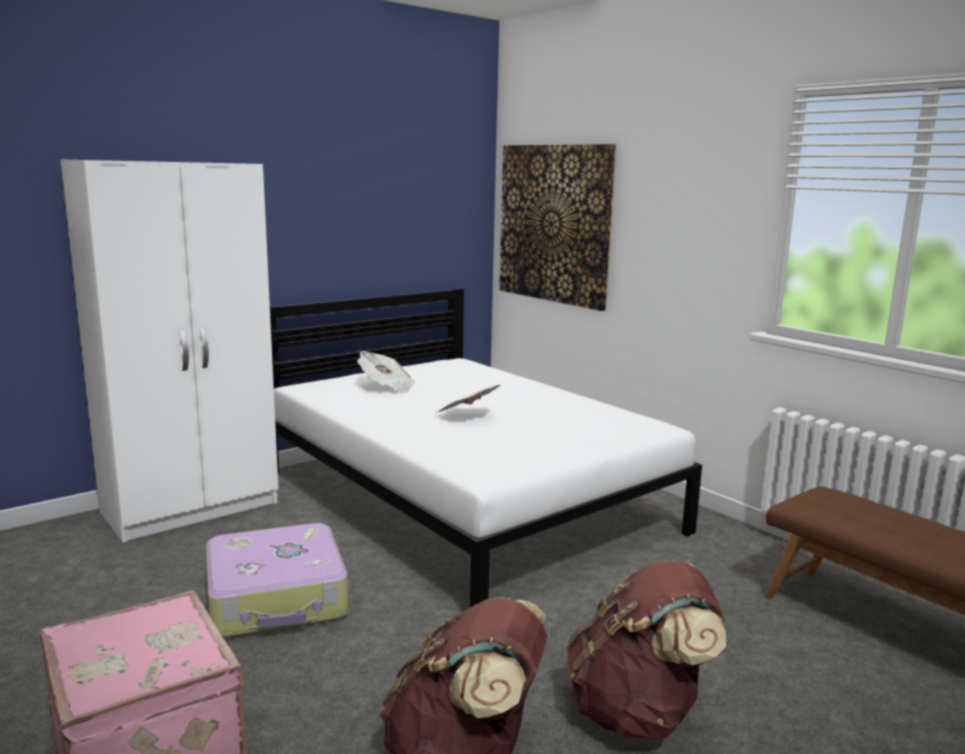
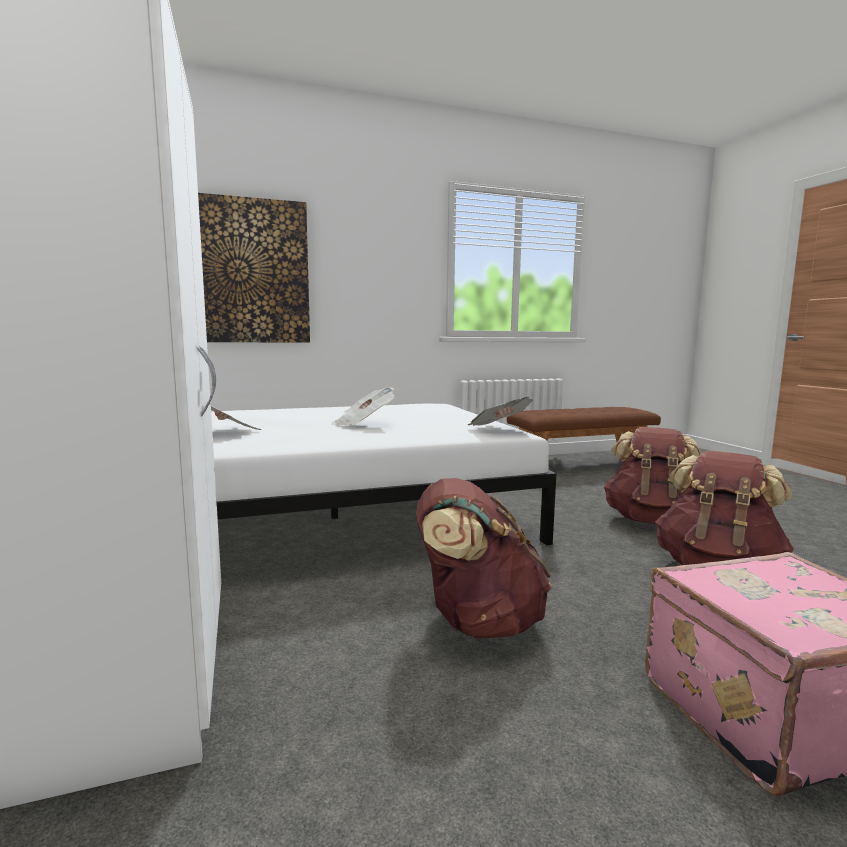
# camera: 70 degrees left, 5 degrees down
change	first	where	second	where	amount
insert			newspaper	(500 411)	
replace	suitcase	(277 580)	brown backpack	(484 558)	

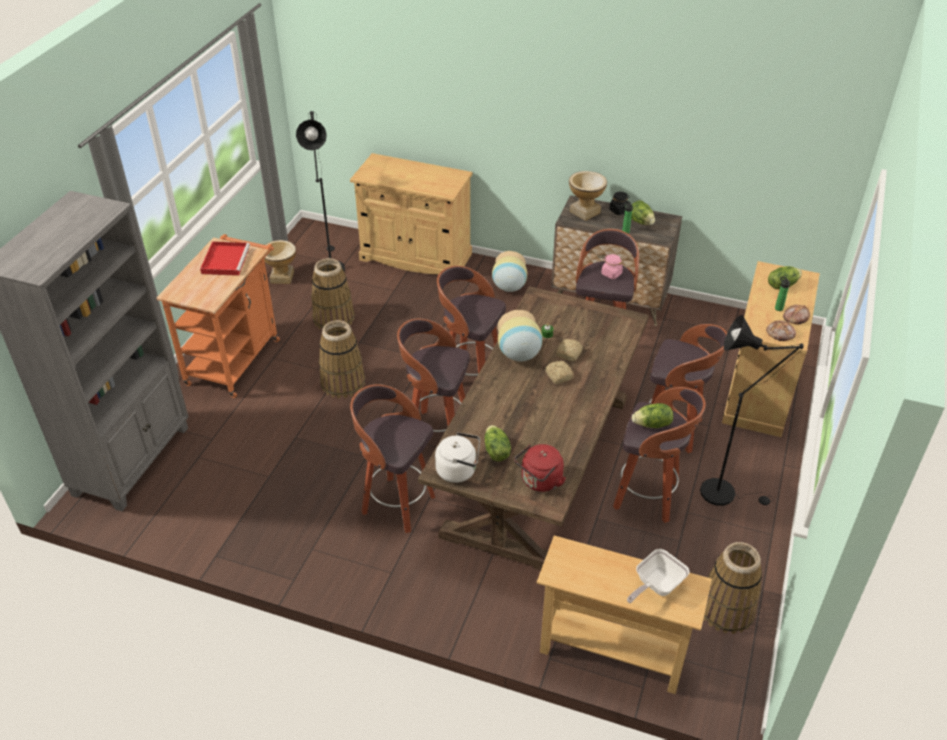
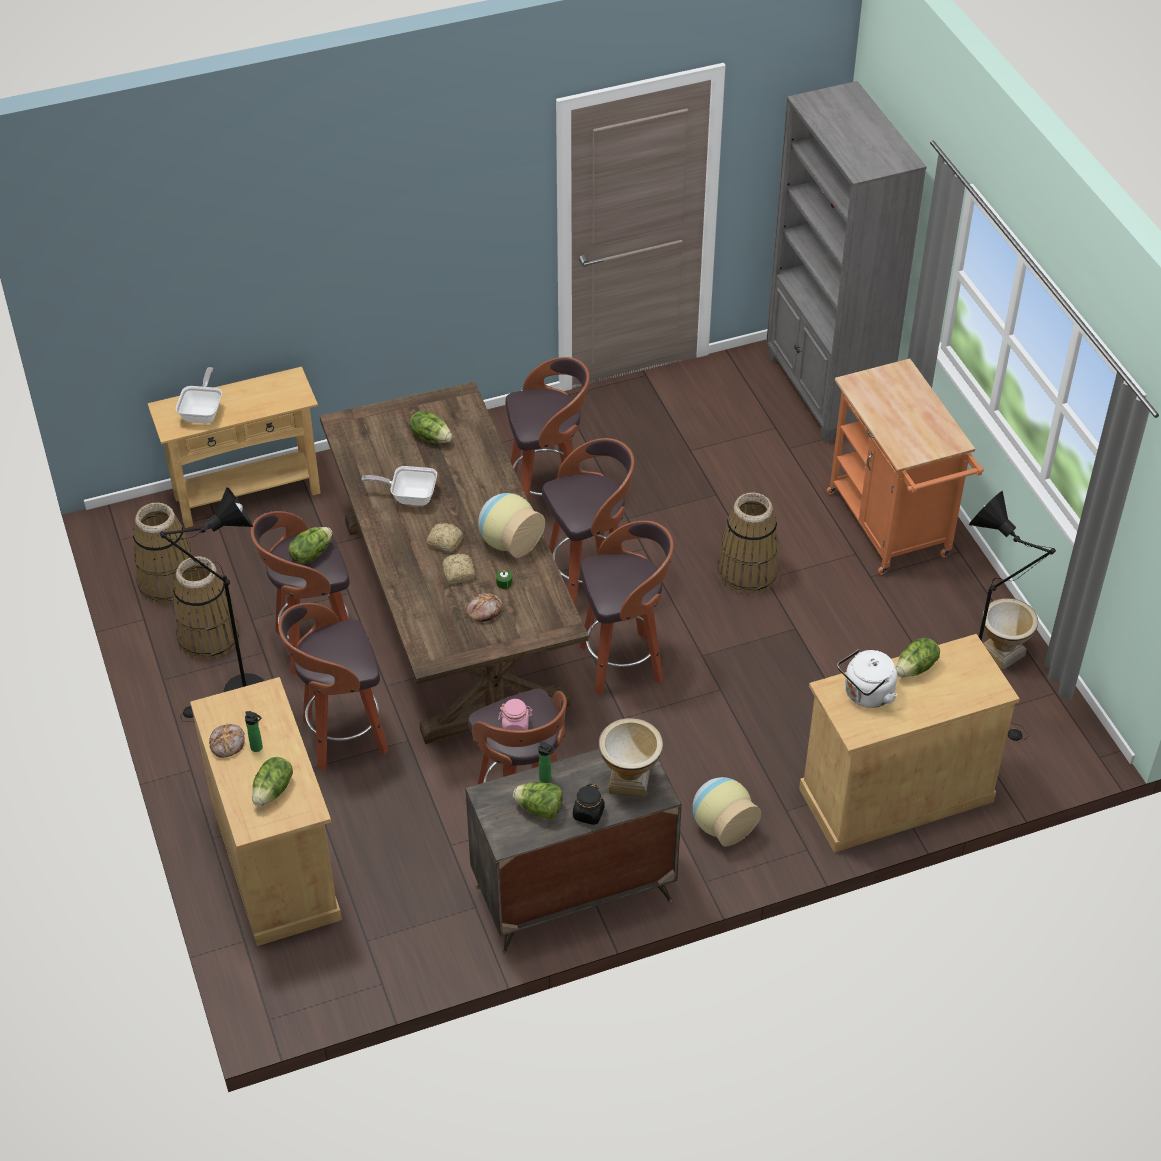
# camera: 140 degrees right, 5 degrees up
change	first	where	second	where	amount
delete	red tray	(225 259)			
delete	red kettle	(540 468)			
insert			frying pan	(399 486)	
insert			lettuce	(918 657)	
move	basket	(333 294)		(206 608)	
move	white kettle	(457 457)		(867 678)	
move	bread	(781 330)		(484 607)	

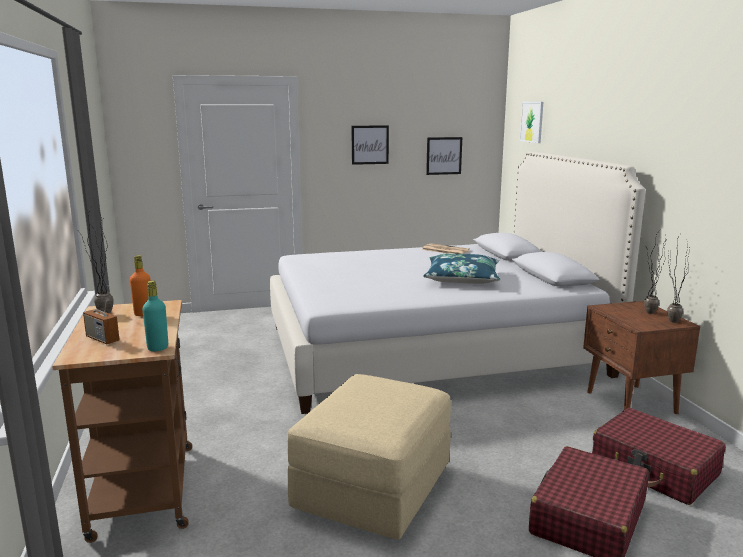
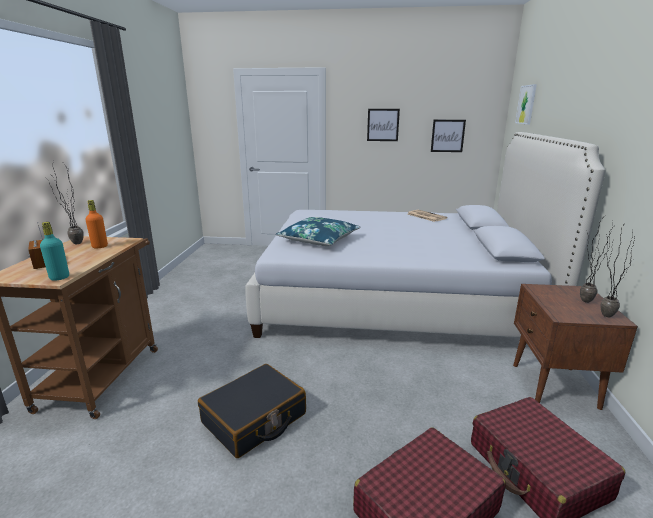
# camera: 20 degrees right, 5 degrees up
change	first	where	second	where	amount
move	blue pillow	(461 268)		(318 231)	
replace	beige ottoman	(369 457)	black suitcase	(252 411)	

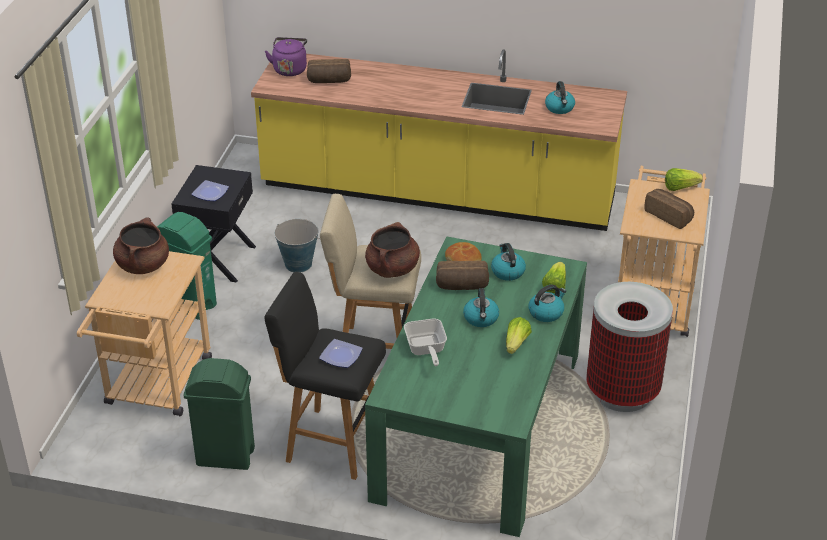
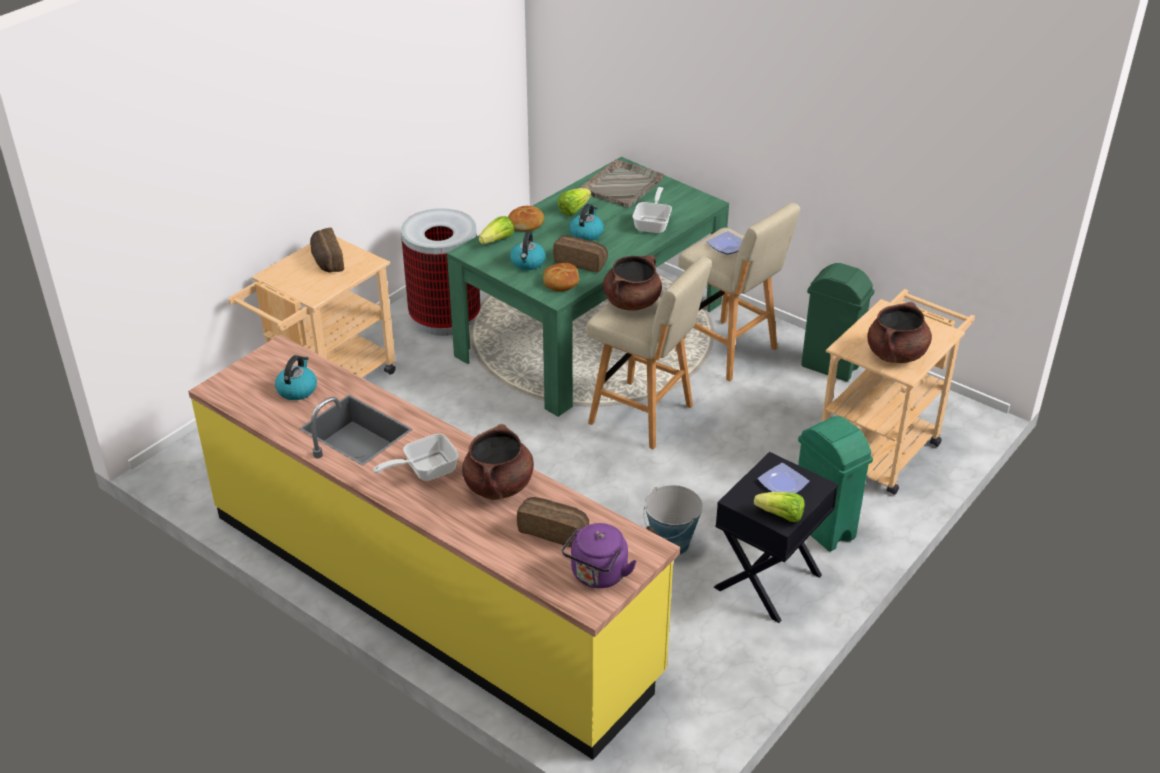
# camera: 155 degrees left, 0 degrees up
change	first	where	second	where	amount
insert			frying pan	(416 457)	
insert			brown cooking pot	(498 462)	
insert			grey tray	(622 183)	
move	lettuce	(684 179)		(779 507)	
replace	kettle	(547 303)	bread	(526 218)	
recolor	black stool	(325 376)	beige stool	(737 292)	

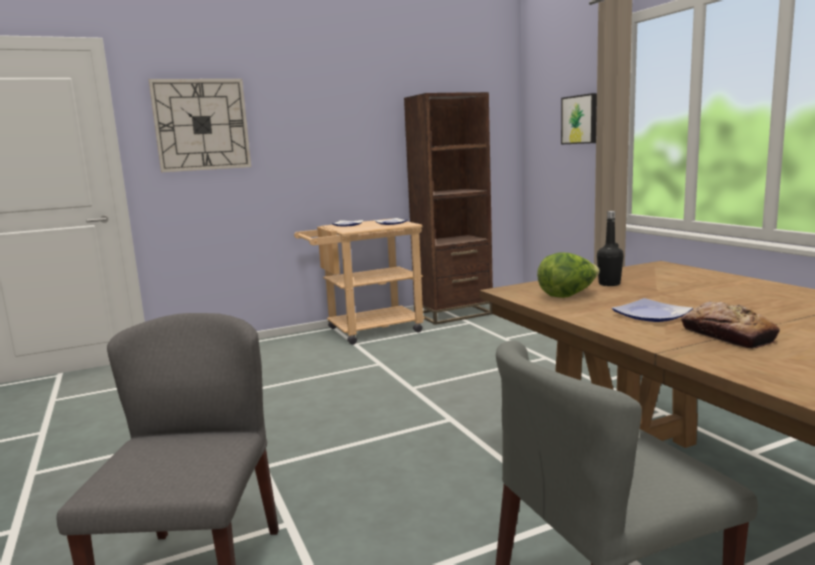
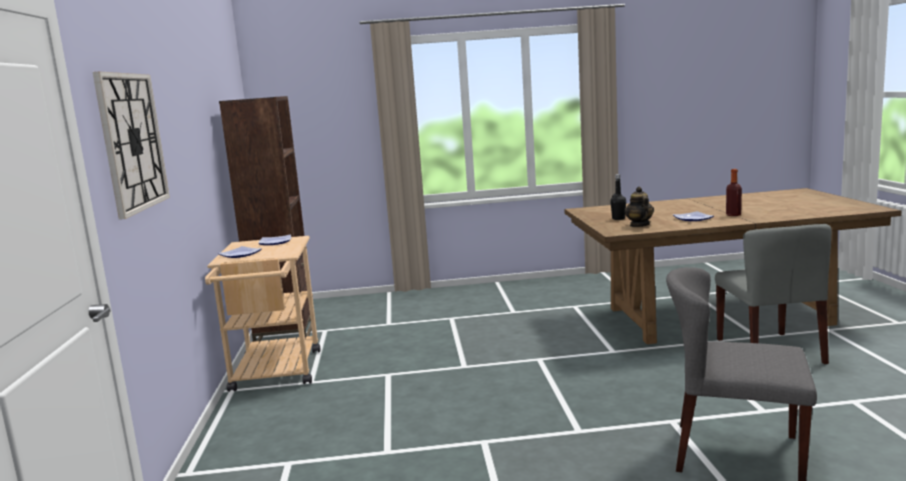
# camera: 70 degrees left, 0 degrees up
change	first	where	second	where	amount
delete	picture	(579 118)			
replace	lettuce	(568 275)	teapot	(639 207)	
replace	bread	(730 325)	bottle	(734 192)	

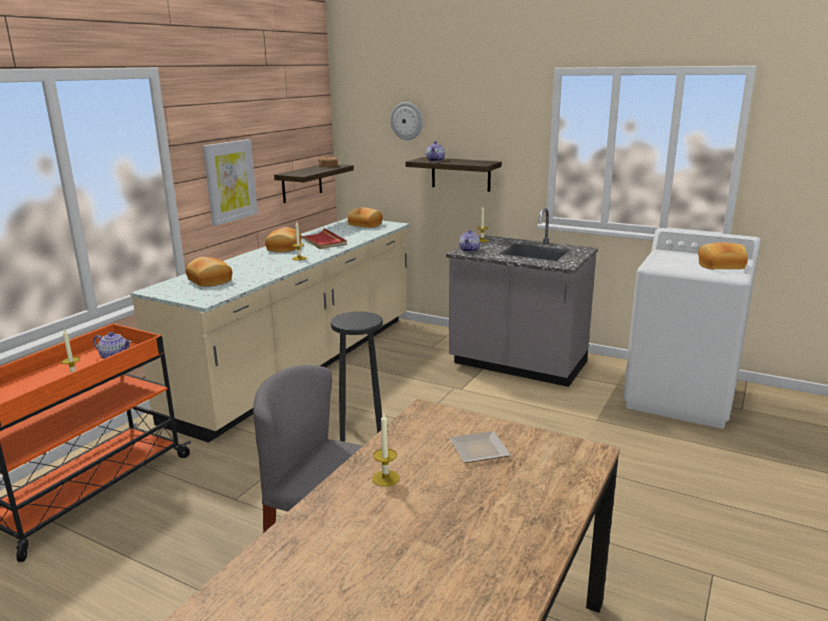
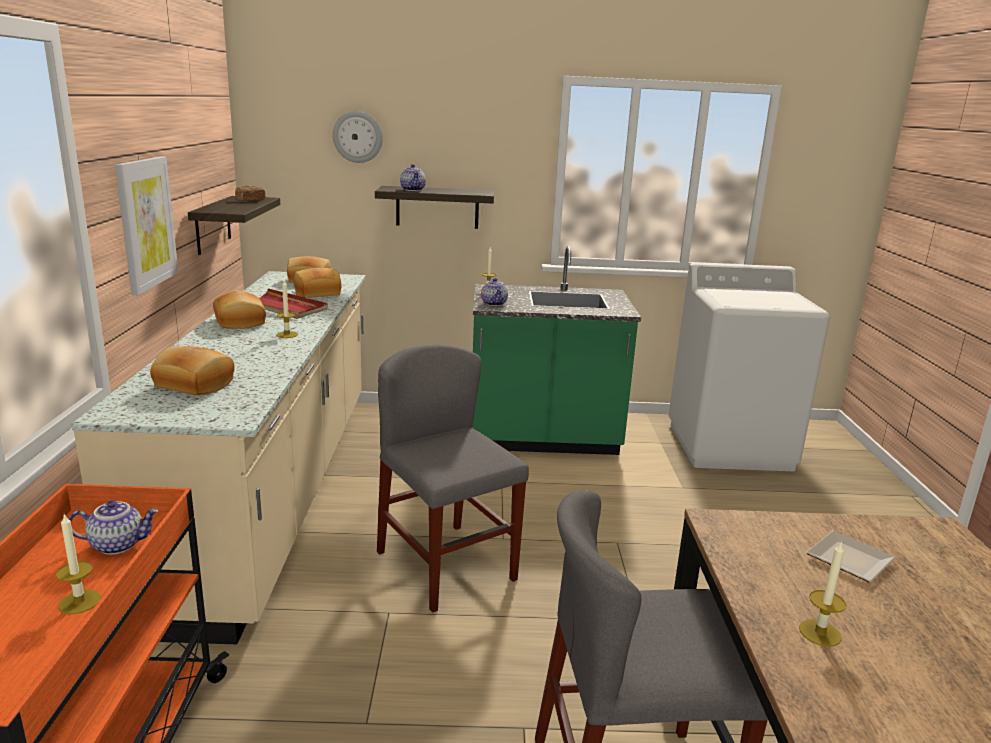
# camera: 30 degrees left, 0 degrees up
change	first	where	second	where	amount
move	bread	(723 255)		(317 283)	
replace	black stool	(357 376)	grey chair	(453 479)	
recolor	grey counter	(522 297)	green counter	(556 350)	

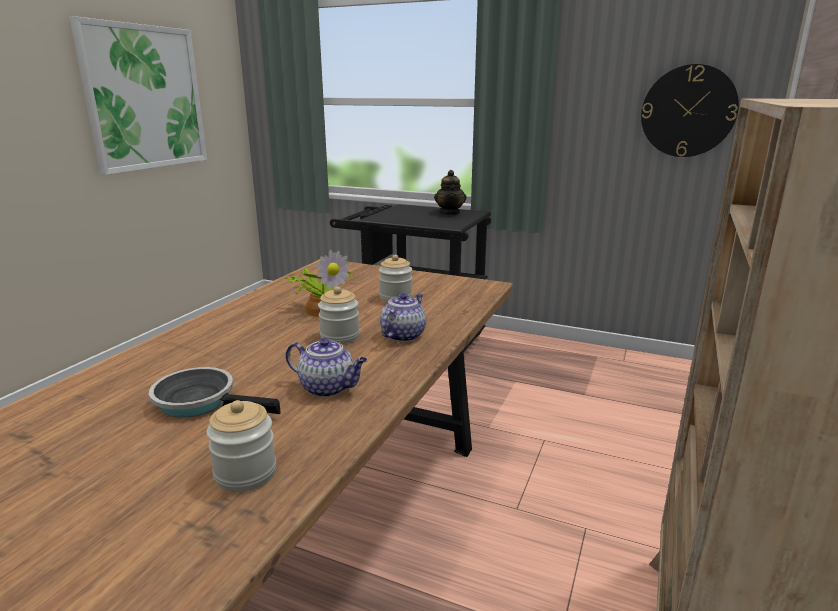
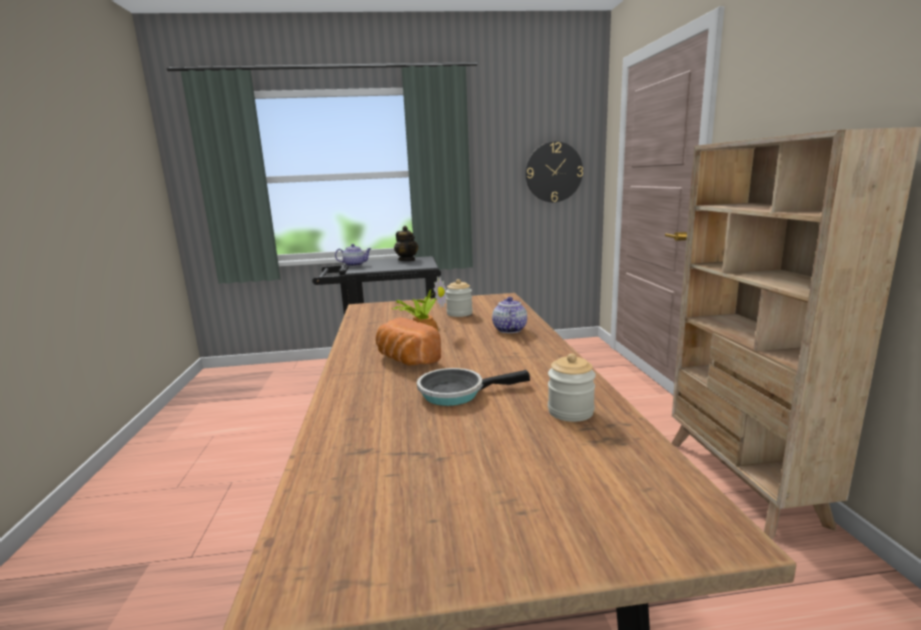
# camera: 30 degrees left, 5 degrees down
change	first	where	second	where	amount
delete	picture	(138 95)			
delete	jar	(339 315)			
insert			bread	(408 341)	
move	teapot	(326 367)		(353 255)	

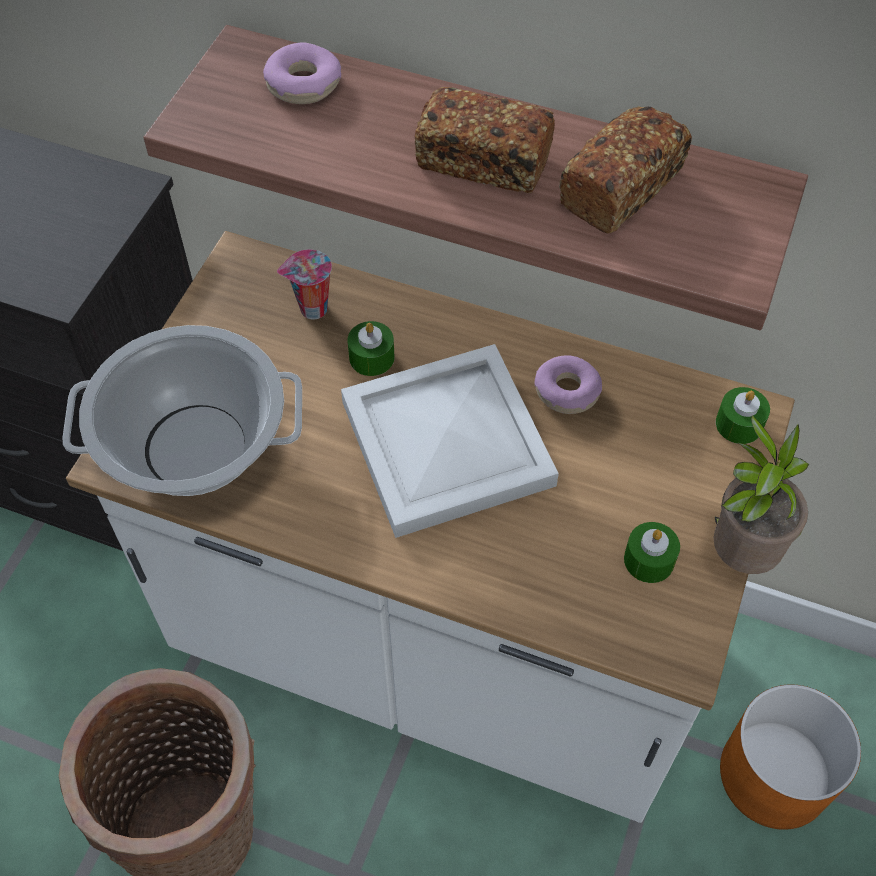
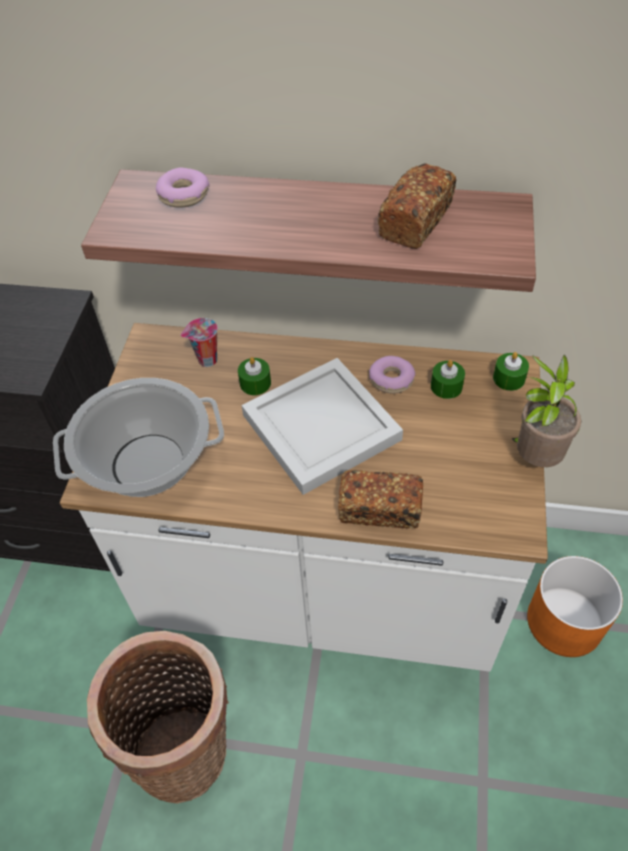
# camera: 10 degrees left, 5 degrees down
change	first	where	second	where	amount
move	bread	(485 140)		(380 499)	
move	green candle	(652 552)		(448 379)	

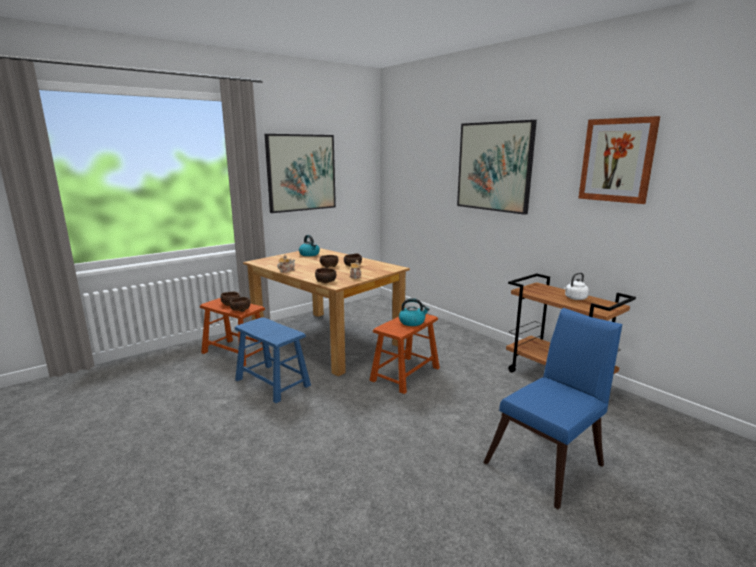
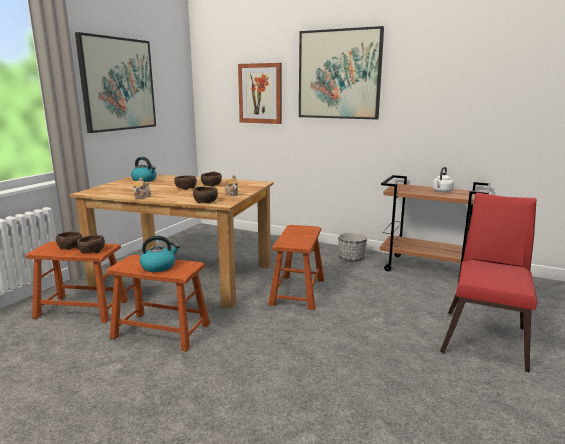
# camera: 25 degrees left, 0 degrees up
change	first	where	second	where	amount
insert			planter	(352 247)	
move	kettle	(414 312)		(160 254)	
move	picture	(619 160)		(260 93)	
recolor	blue stool	(273 360)	brown stool	(158 303)	
recolor	blue chair	(552 408)	red chair	(488 282)	

